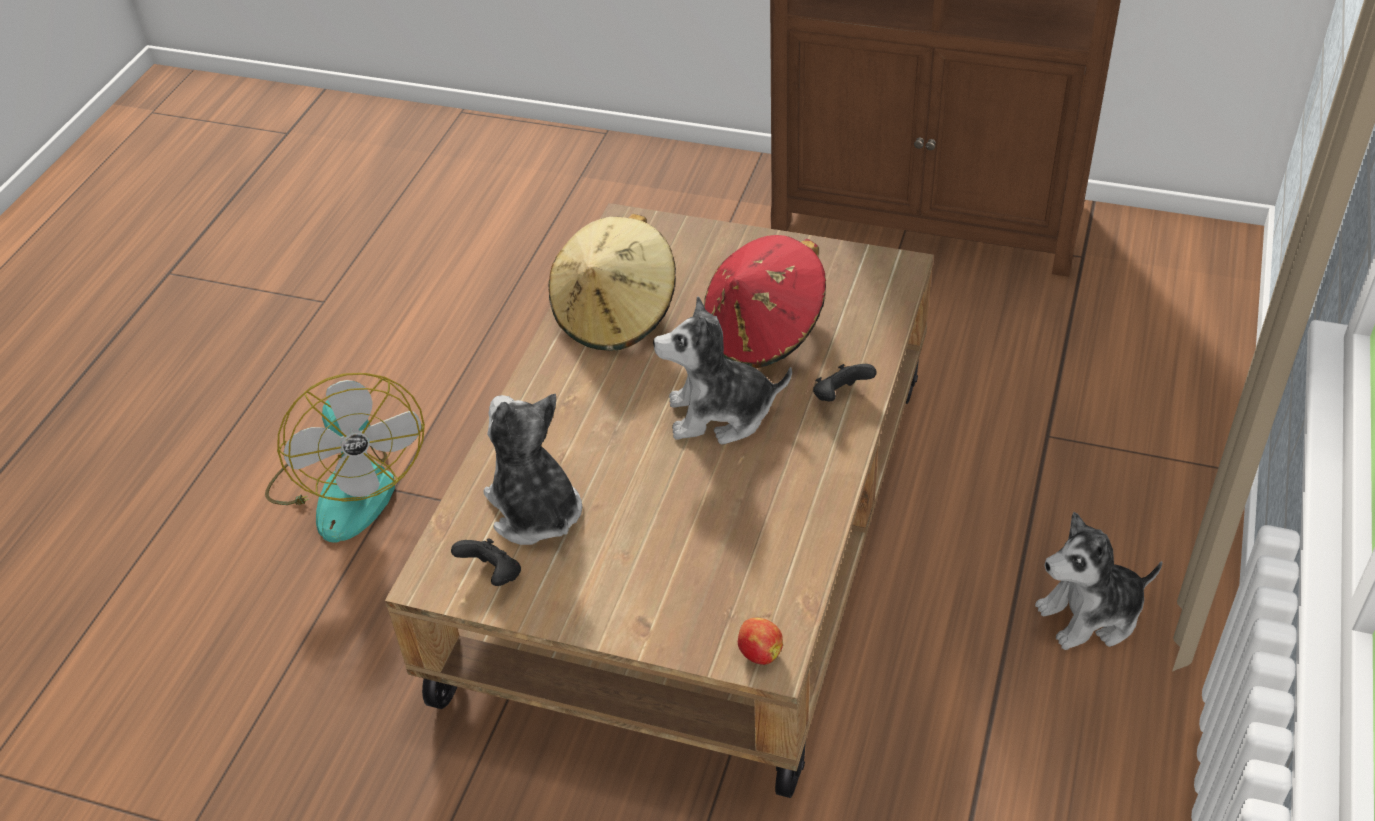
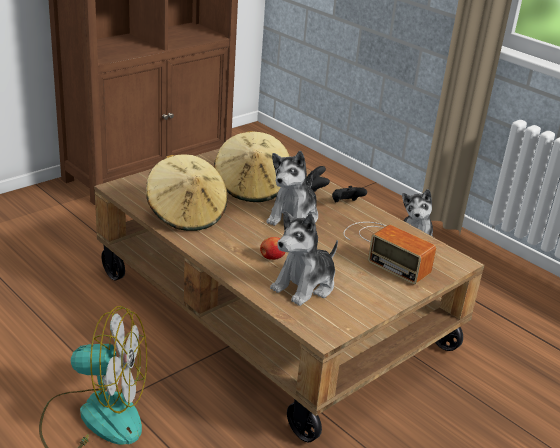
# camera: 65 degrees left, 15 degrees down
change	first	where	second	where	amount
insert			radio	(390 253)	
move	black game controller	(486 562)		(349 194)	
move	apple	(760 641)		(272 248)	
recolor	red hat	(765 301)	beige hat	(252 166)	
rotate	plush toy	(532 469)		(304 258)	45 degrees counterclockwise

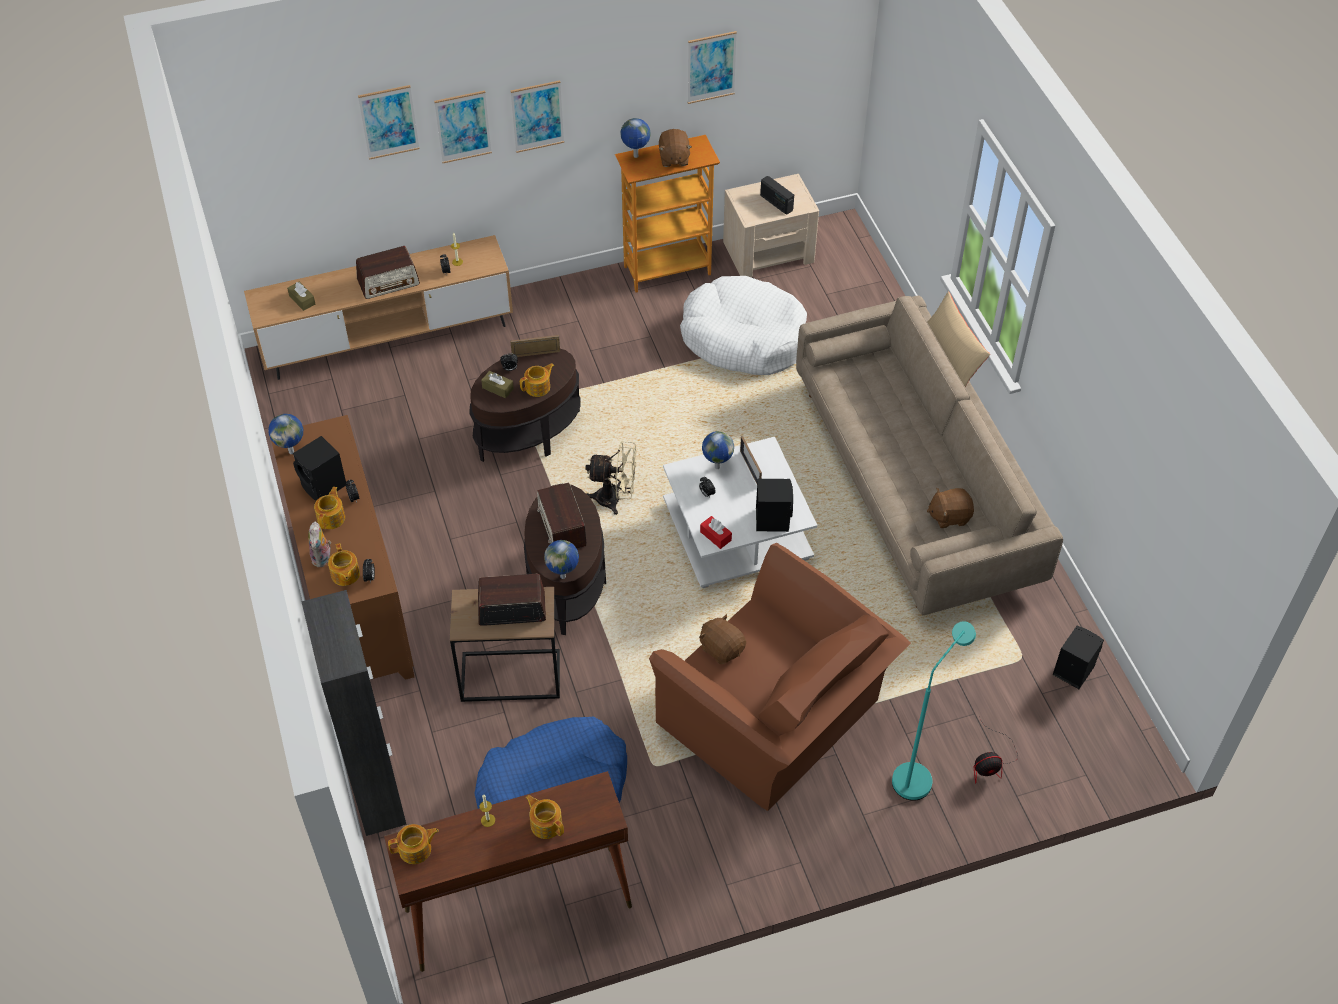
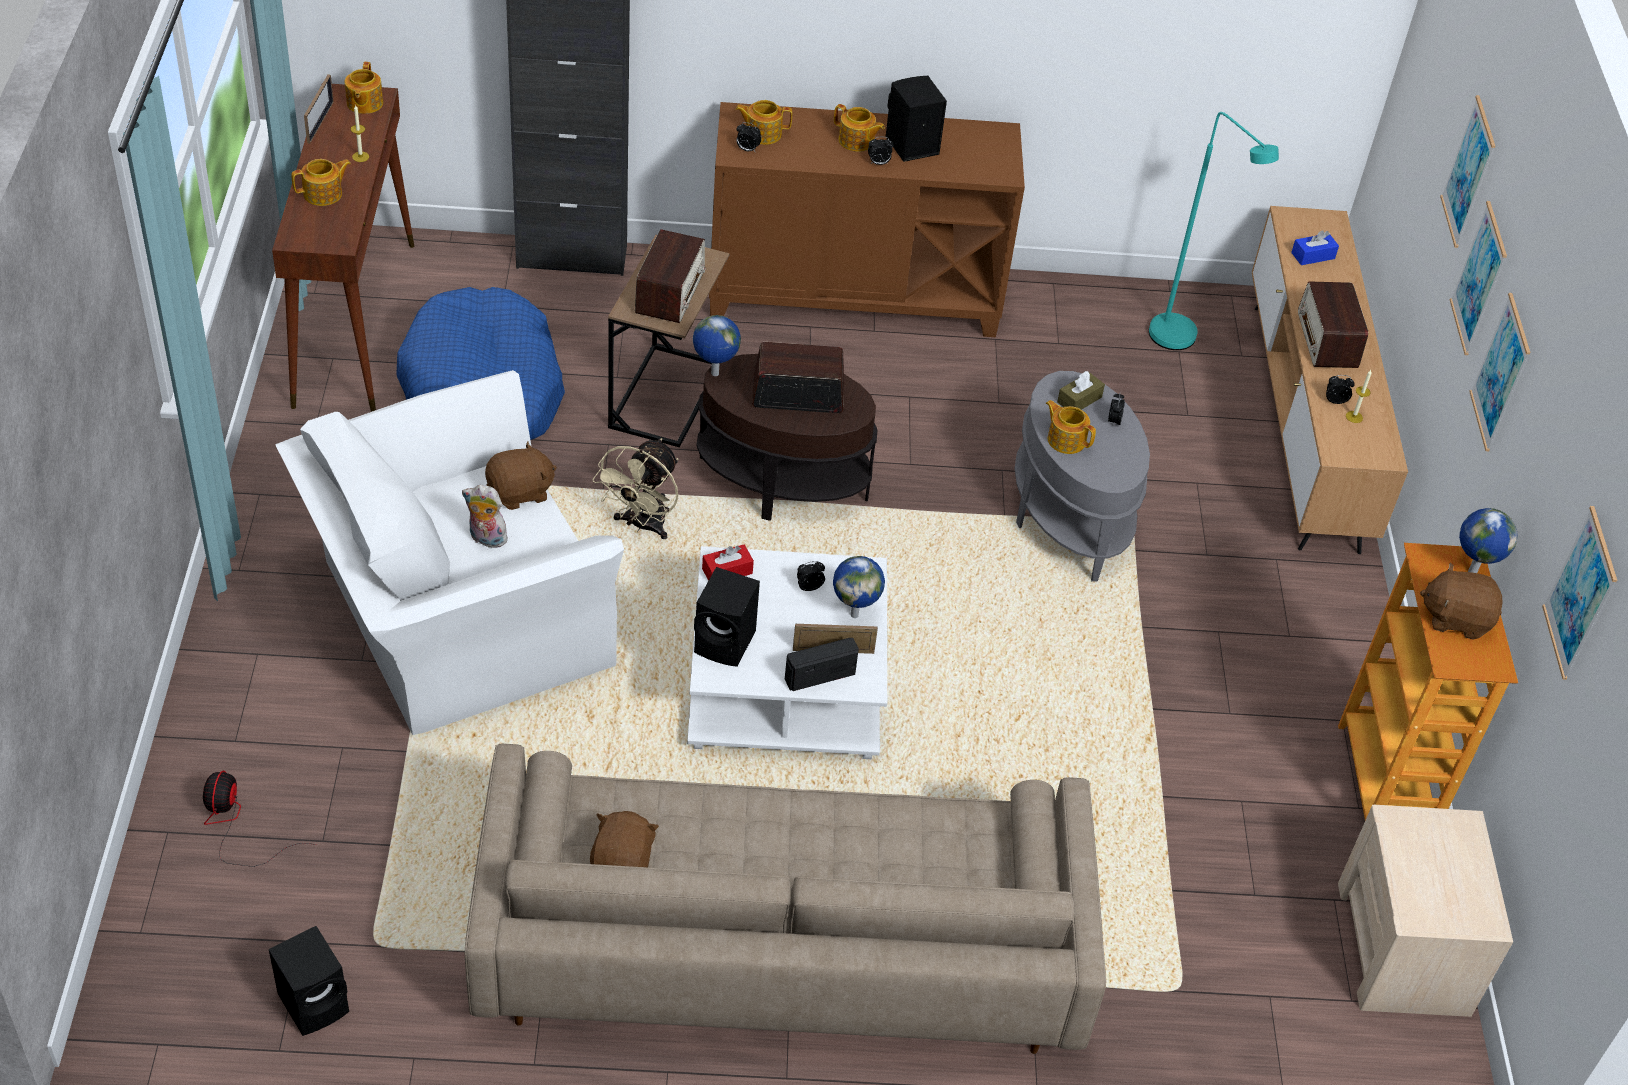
# camera: 105 degrees right, 5 degrees down
change	first	where	second	where	amount
delete	globe	(285 434)			
delete	white dog bed	(743 325)			
delete	beige pillow	(958 339)			
move	plush toy	(319 545)		(485 516)	
move	picture frame	(535 346)		(319 109)	
move	beige fan	(611 478)		(635 488)	
move	radio	(777 195)		(822 664)	
move	turquoise floor lamp	(934 711)		(1214 231)	
recolor	brown tissue box	(301 296)	blue tissue box	(1315 247)	
recolor	brown side table	(524 405)	grey side table	(1082 476)	
recolor	brown armchair	(780 677)	white armchair	(449 552)	
rotate	teapot	(537 380)		(1071 427)	150 degrees clockwise

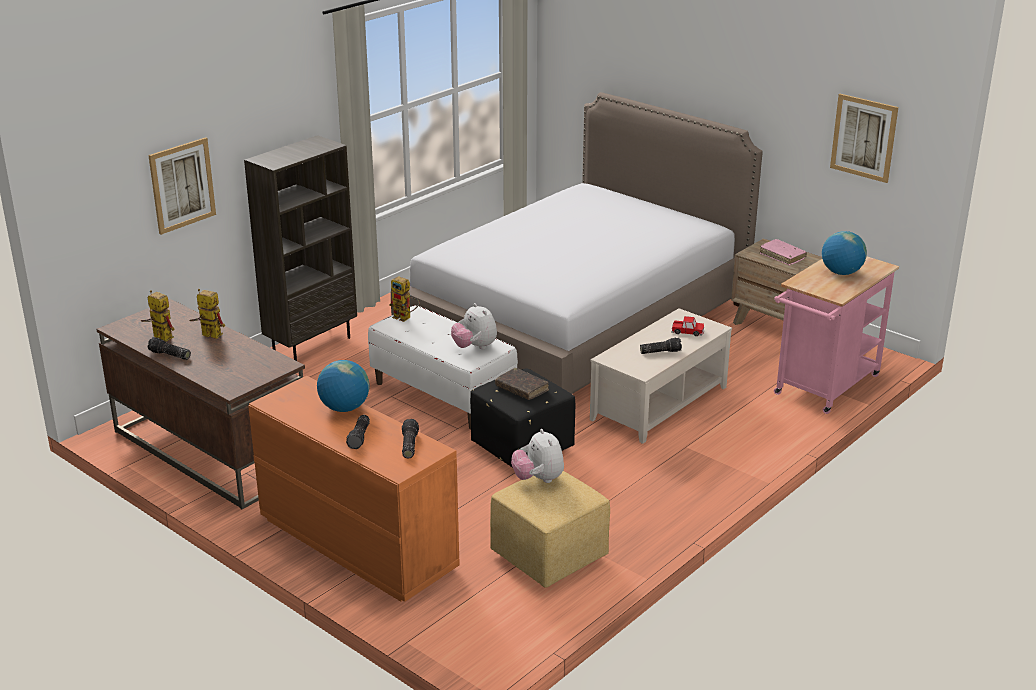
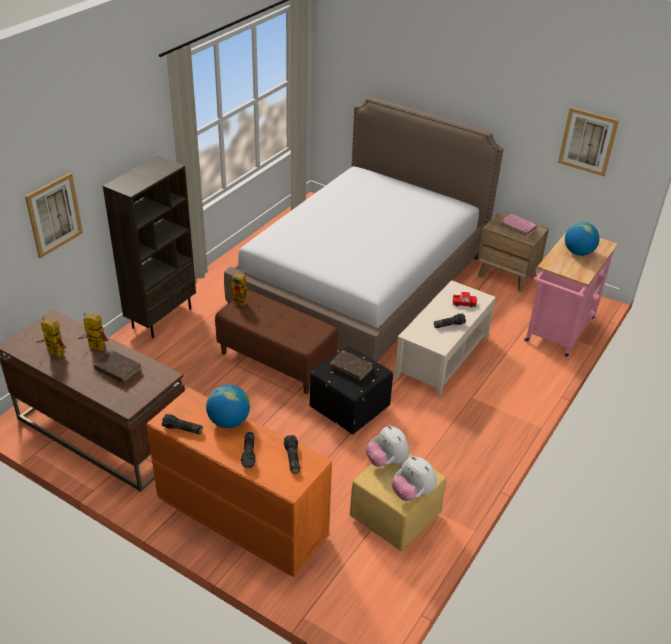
# camera: 10 degrees left, 10 degrees up
change	first	where	second	where	amount
insert			brown book	(118 366)	
move	flashlight	(169 348)		(182 424)	
move	plush toy	(474 326)		(414 478)	
recolor	white bench	(443 367)	brown bench	(276 341)	

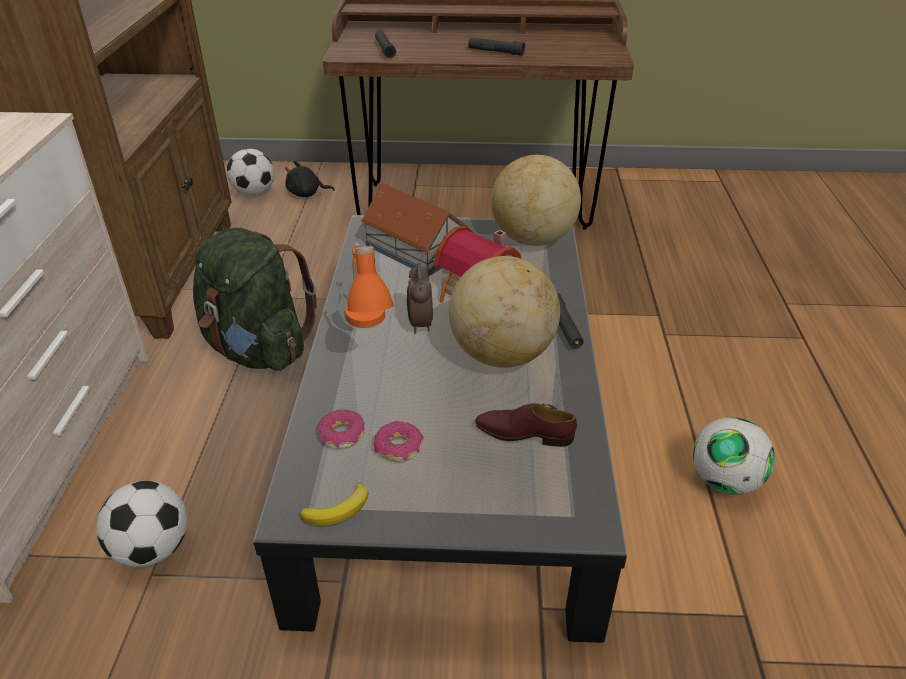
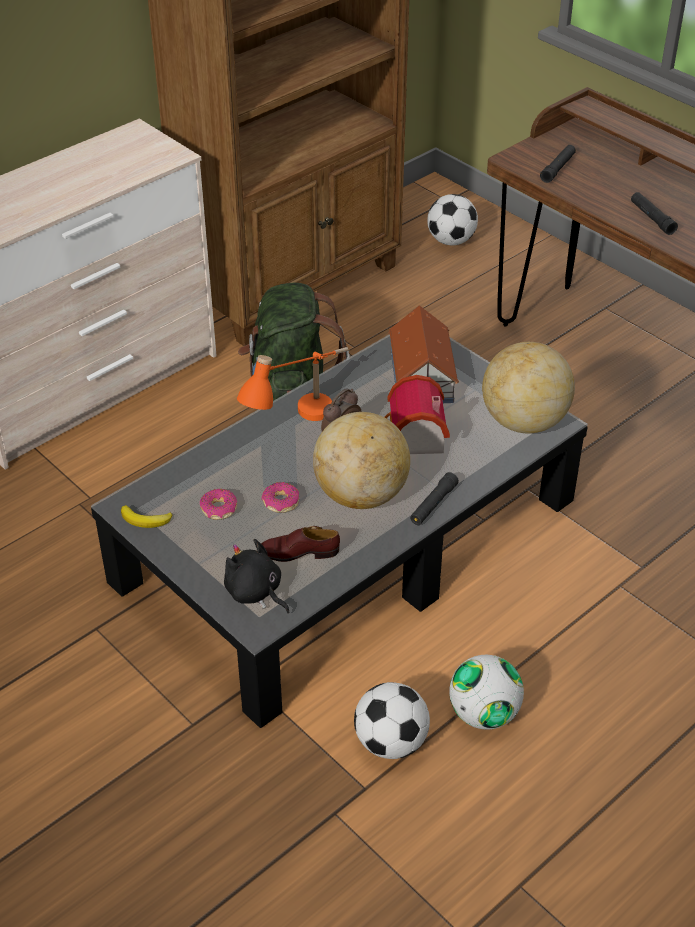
# camera: 45 degrees right, 5 degrees up
change	first	where	second	where	amount
move	football	(141 524)		(392 720)	
move	black plush toy	(310 179)		(257 576)	
move	donut	(341 429)		(280 497)	
rotate	brown shoe	(526 425)		(300 544)	60 degrees counterclockwise

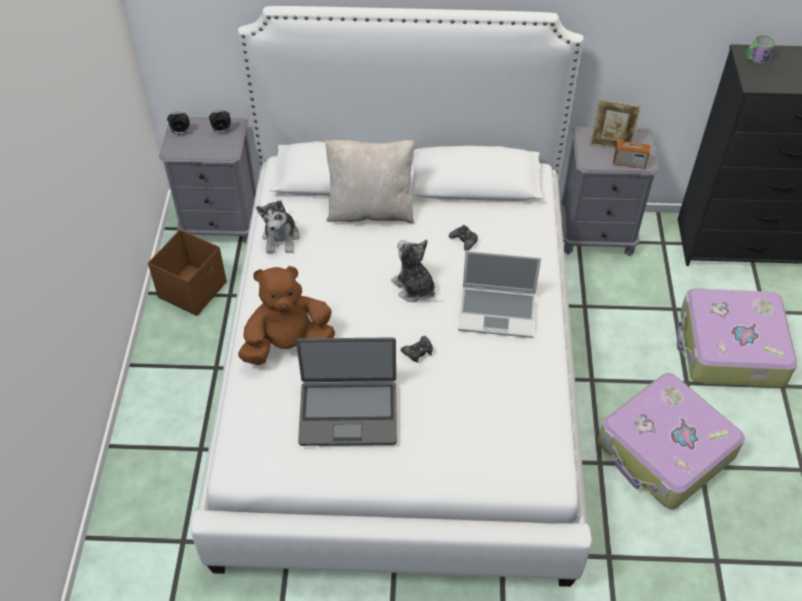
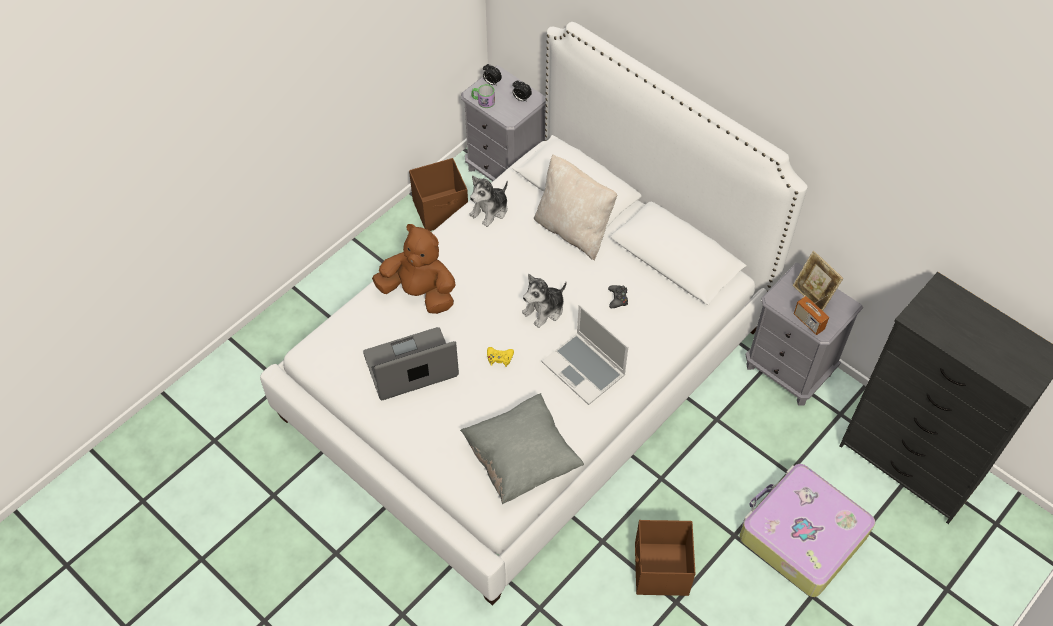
# camera: 40 degrees right, 5 degrees up
change	first	where	second	where	amount
insert			grey pillow	(522 448)	
move	mug	(760 49)		(483 96)	
replace	suitcase	(671 441)	brown storage box	(665 558)	
recolor	black game controller	(417 349)	yellow game controller	(500 357)	
rotate	laptop	(346 391)		(411 363)	120 degrees clockwise
rotate	plush toy	(413 270)		(544 301)	135 degrees counterclockwise

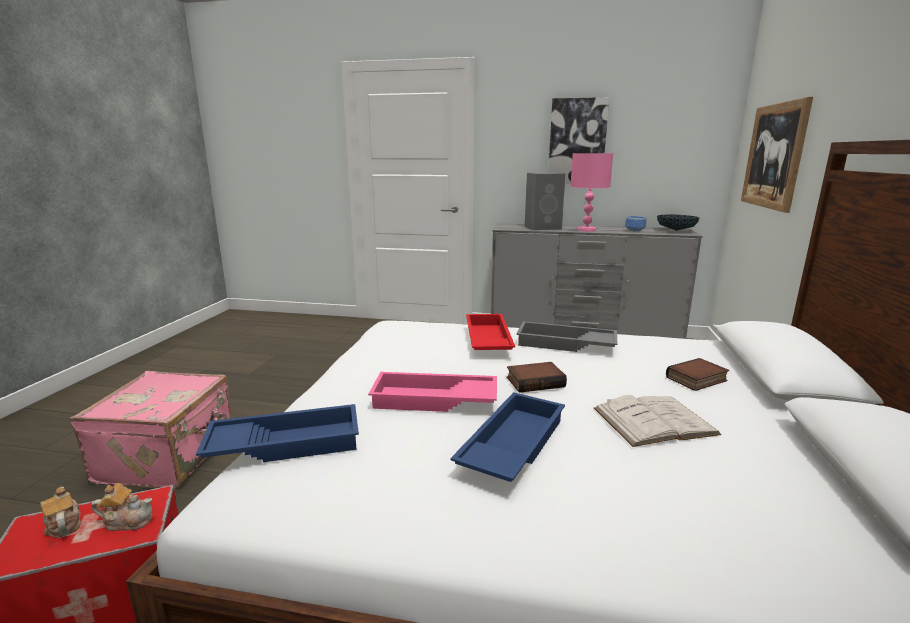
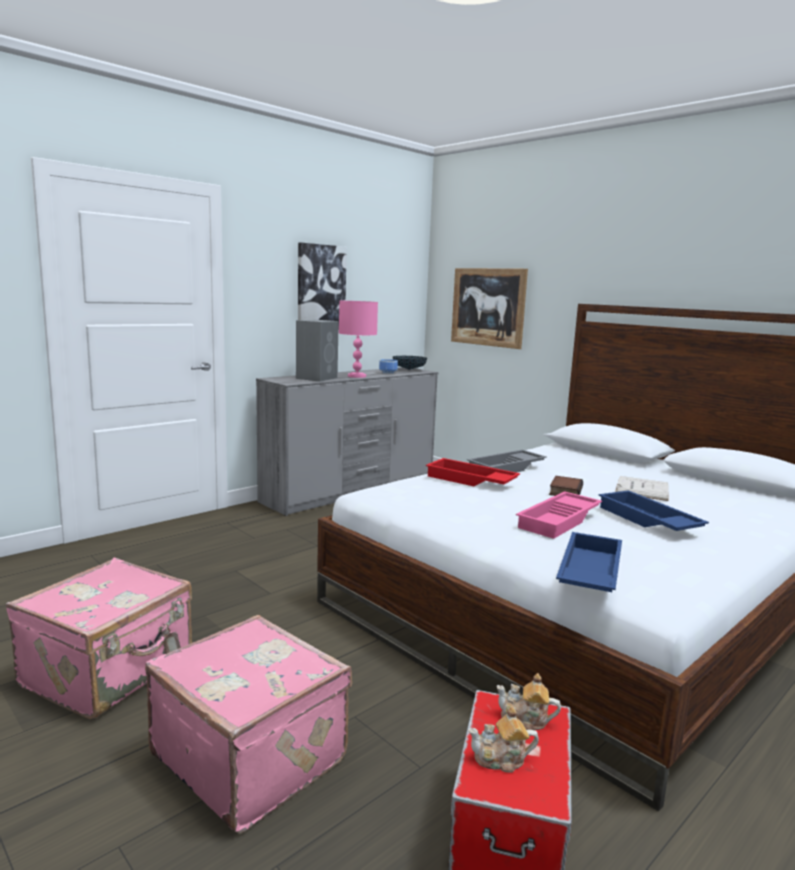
# camera: 55 degrees left, 5 degrees down
change	first	where	second	where	amount
delete	book	(697 374)			
insert			pink suitcase	(99 638)	
rotate	teapot	(122 507)		(528 701)	105 degrees counterclockwise

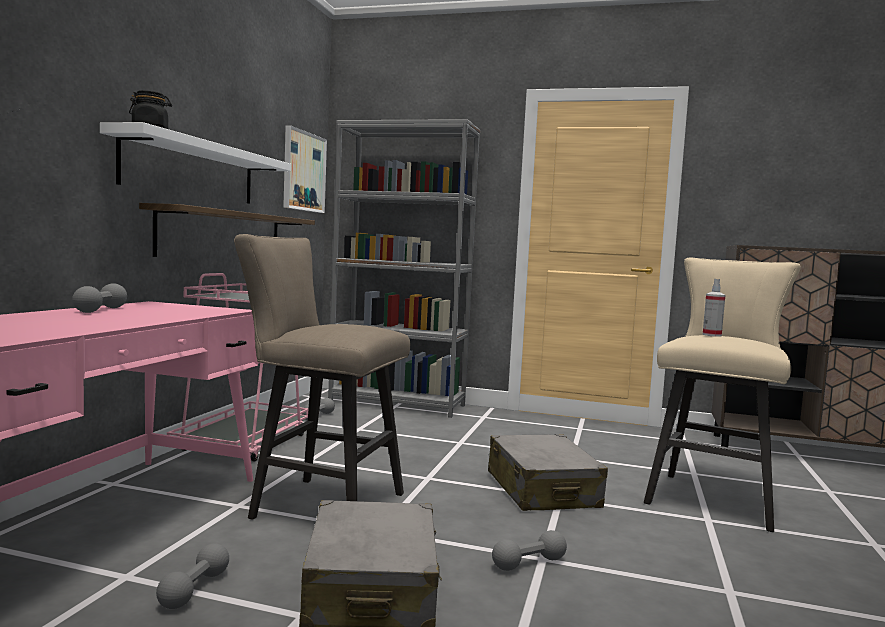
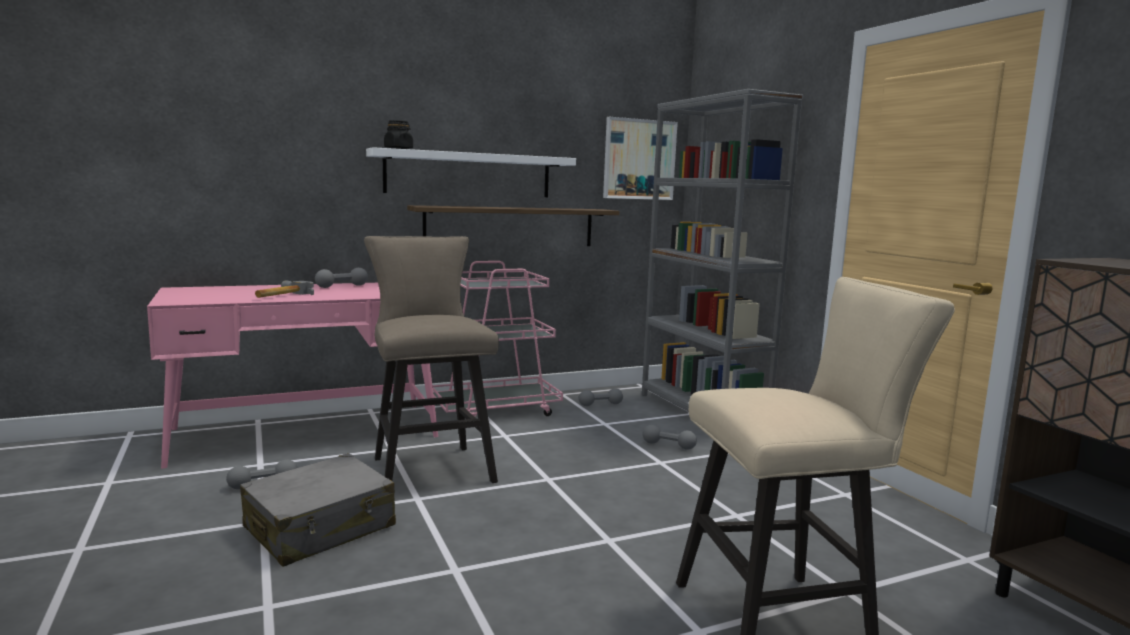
# camera: 50 degrees right, 5 degrees up
change	first	where	second	where	amount
delete	grey suitcase	(548 472)			
delete	spray bottle	(714 308)			
insert			hammer	(284 289)	
move	grey dumbbell	(529 550)		(670 437)	

